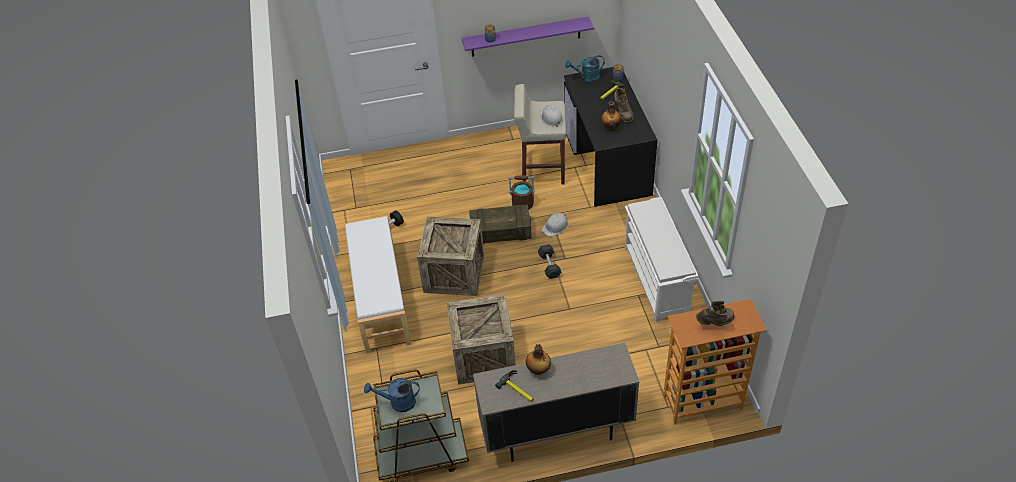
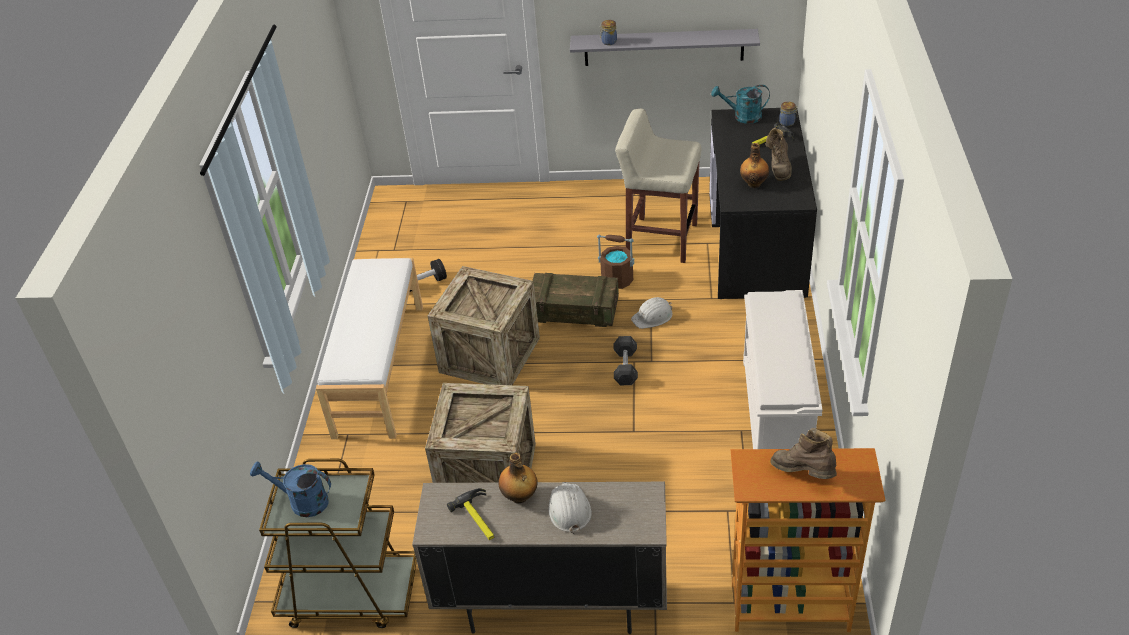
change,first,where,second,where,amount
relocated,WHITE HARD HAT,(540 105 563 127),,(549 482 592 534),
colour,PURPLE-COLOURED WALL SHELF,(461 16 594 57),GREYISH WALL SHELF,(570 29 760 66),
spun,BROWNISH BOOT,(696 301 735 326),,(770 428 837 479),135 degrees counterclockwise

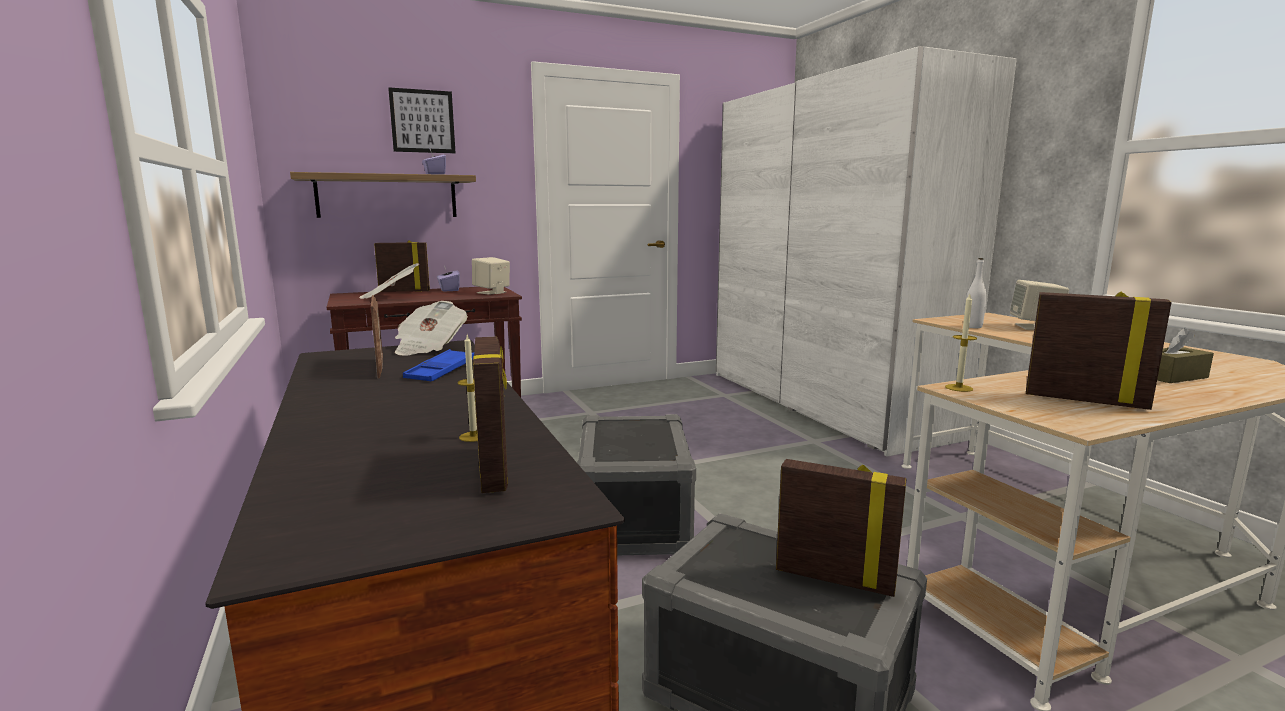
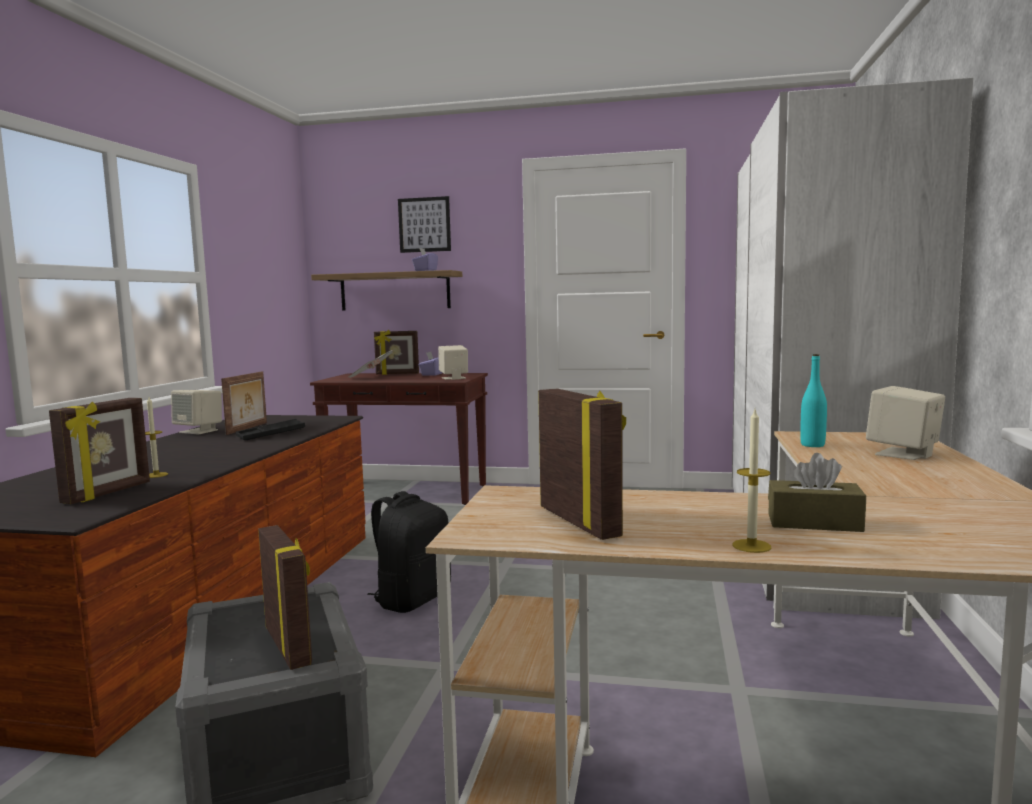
change,first,where,second,where,amount
missing,NEWSPAPER,(395 301 467 356),,,
appeared,,,BEIGE-COLOURED SPEAKER,(171 390 222 434),
relocated,WAX LIGHT,(945 294 977 392),,(733 409 771 553),
exchanged,GREYISH STORAGE BOX,(577 414 696 555),BLACK-COLOURED BACKPACK,(367 491 451 613),
colour,BLUE TRAY,(403 349 474 381),BLACK-COLOURED TRAY,(236 419 305 440),
colour,WHITE BOTTLE,(964 258 987 328),TURQUOISE BOTTLE,(800 354 827 447),
spun,PHOTO FRAME,(374 240 430 292),,(374 330 419 375),150 degrees clockwise

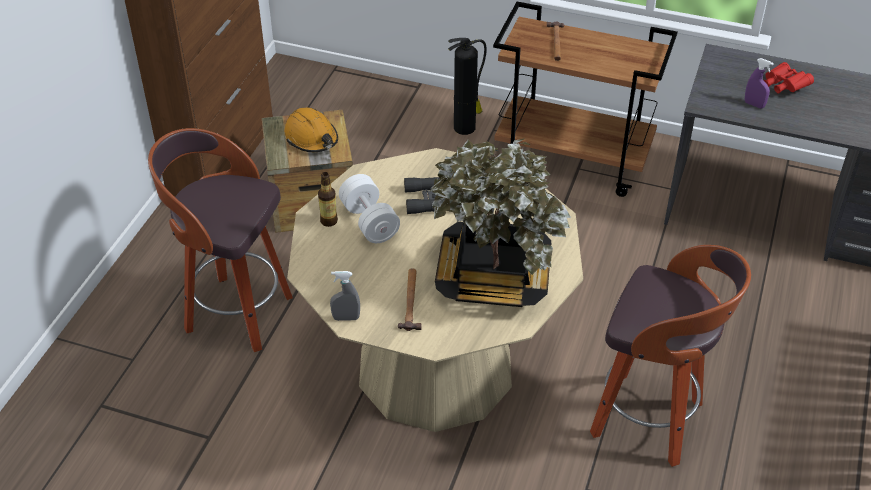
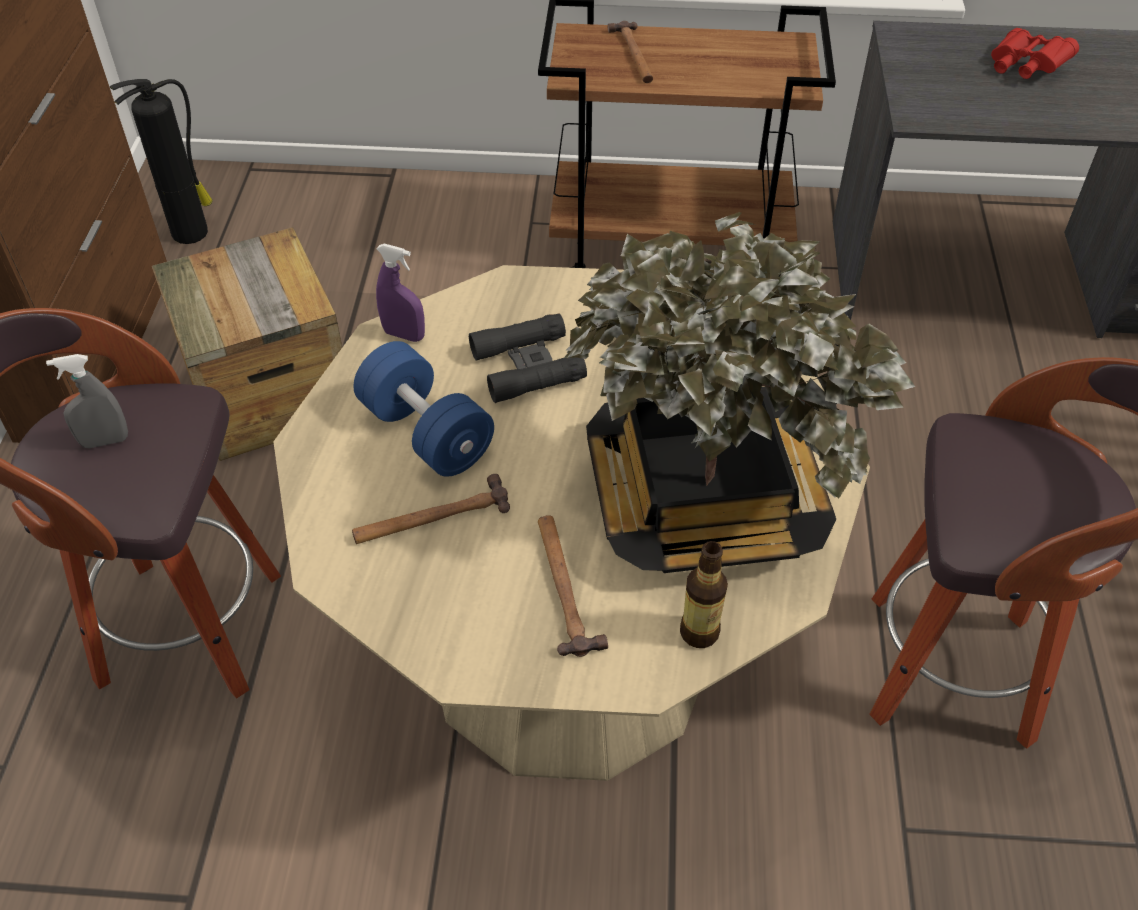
change,first,where,second,where,amount
missing,ORANGEY HARD HAT,(284 108 338 152),,,
appeared,,,HAMMER,(352 474 510 544),
relocated,BOTTLE,(318 172 338 227),,(680 541 728 648),
relocated,GREYISH SPRAYER,(330 271 360 321),,(46 354 128 448),
relocated,EXTINGUISHER,(448 38 487 135),,(110 79 213 244),
relocated,PURPLE-COLOURED SPRAYER,(745 58 774 108),,(376 243 425 342),
colour,WHITE FREE WEIGHT,(339 174 400 243),BLUE FREE WEIGHT,(353 341 494 477),

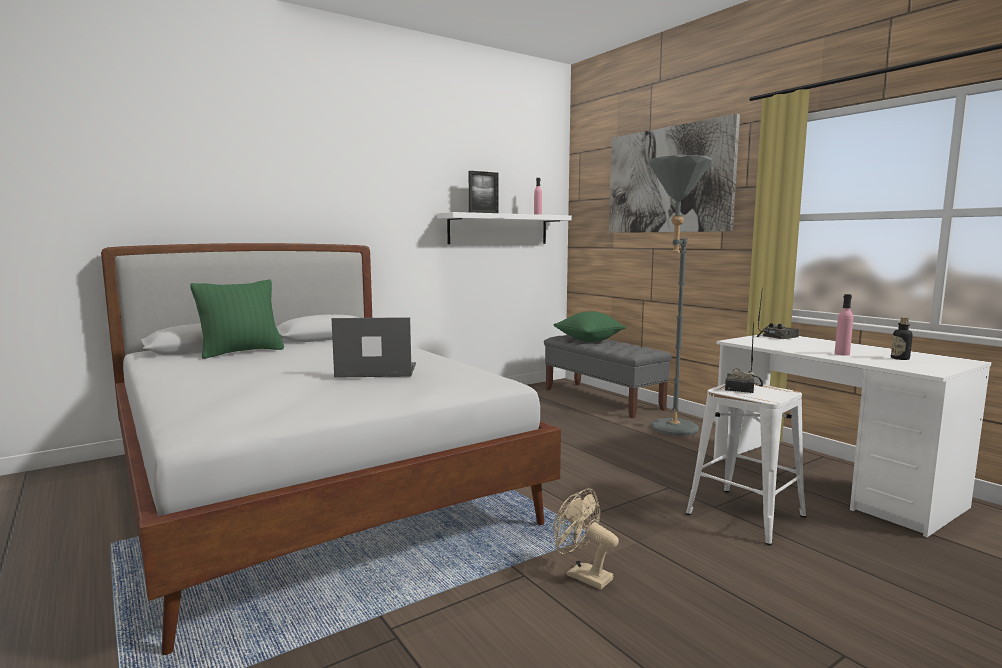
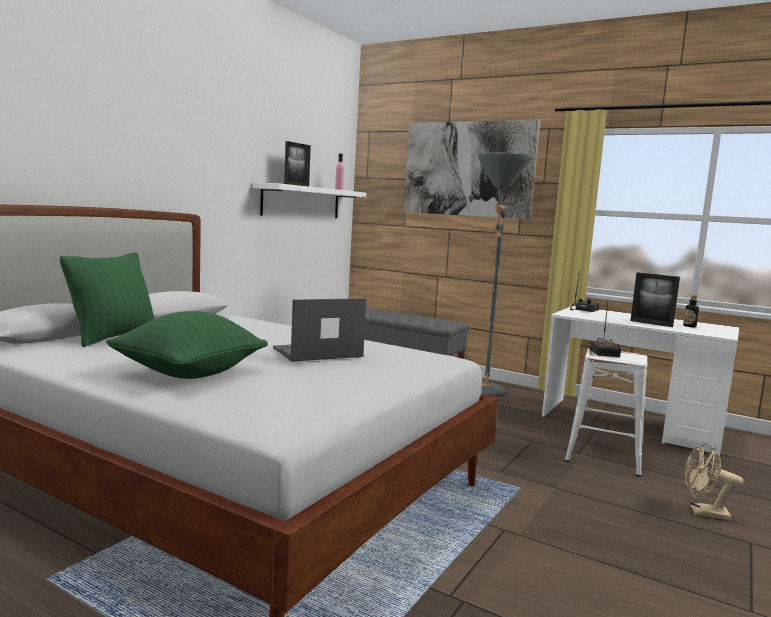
change,first,where,second,where,amount
relocated,GREENISH PILLOW,(553 311 626 342),,(106 311 268 379),
relocated,BEIGE-COLOURED COOLING FAN,(553 489 619 590),,(684 442 743 521),
exchanged,PINK BOTTLE,(835 294 853 356),PHOTO FRAME,(630 272 680 327),

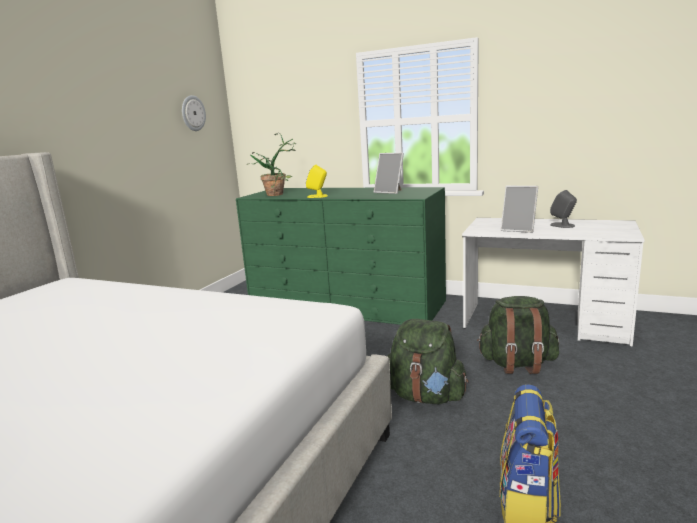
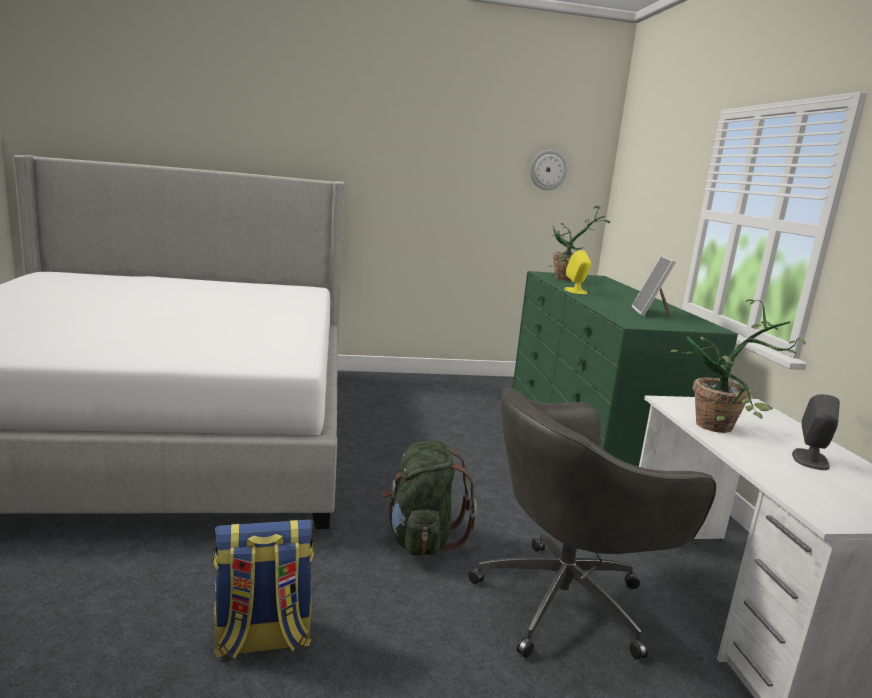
change,first,where,second,where,amount
exchanged,GREENISH BACKPACK,(477 296 559 374),GREYISH OFFICE CHAIR,(468 388 716 659),
exchanged,PHOTO FRAME,(501 186 538 233),POTTED PLANT,(671 299 806 433),

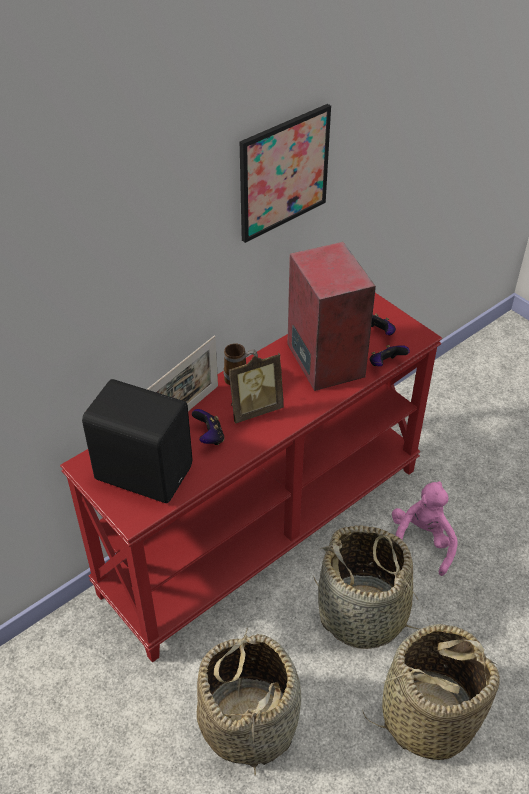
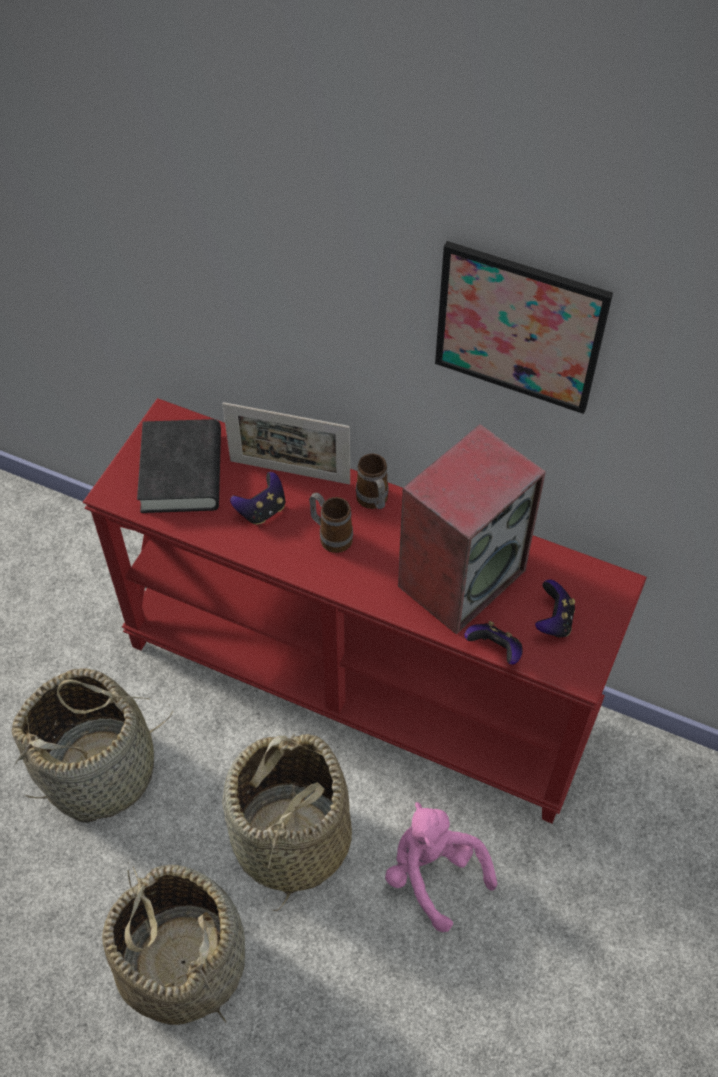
change,first,where,second,where,amount
exchanged,BLACK-COLOURED SPEAKER,(82 379 193 503),BLACK-COLOURED VOLUME,(137 419 221 513),
exchanged,PHOTO FRAME,(228 353 284 423),MUG,(309 493 353 553),
spun,PINK CUDDLY TOY,(392 481 458 576),,(385 802 497 932),120 degrees counterclockwise

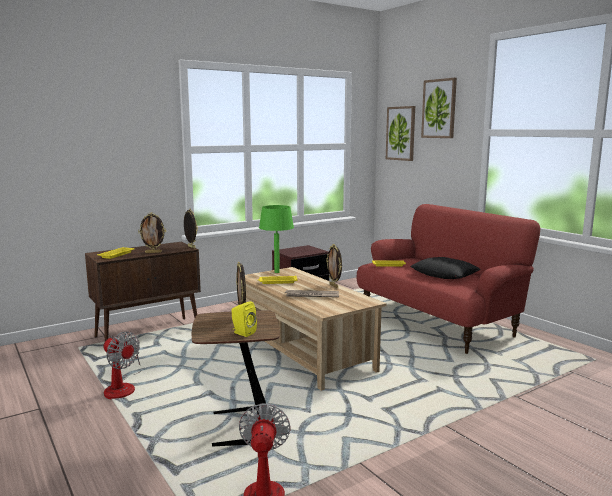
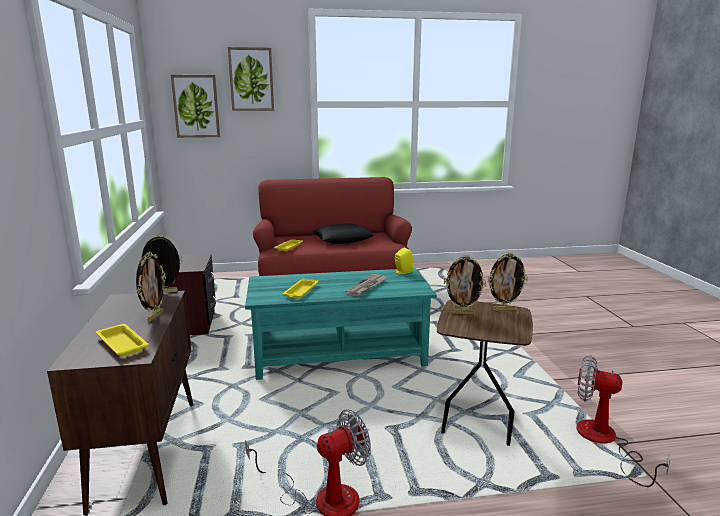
change,first,where,second,where,amount
missing,GREENISH TABLETOP LAMP,(259 205 294 273),,,
relocated,YELLOW-COLOURED SPEAKER,(232 301 257 337),,(395 248 413 274),
relocated,PHOTO FRAME,(326 244 342 288),,(487 252 528 311),
colour,BEIGE-COLOURED LOW TABLE,(245 267 387 391),TURQUOISE LOW TABLE,(245 268 437 380),

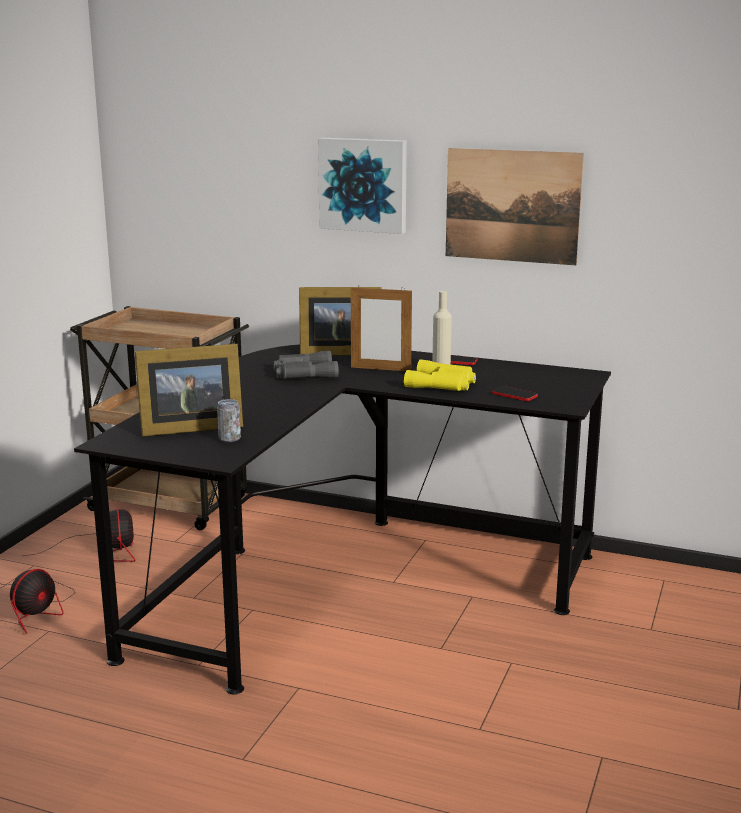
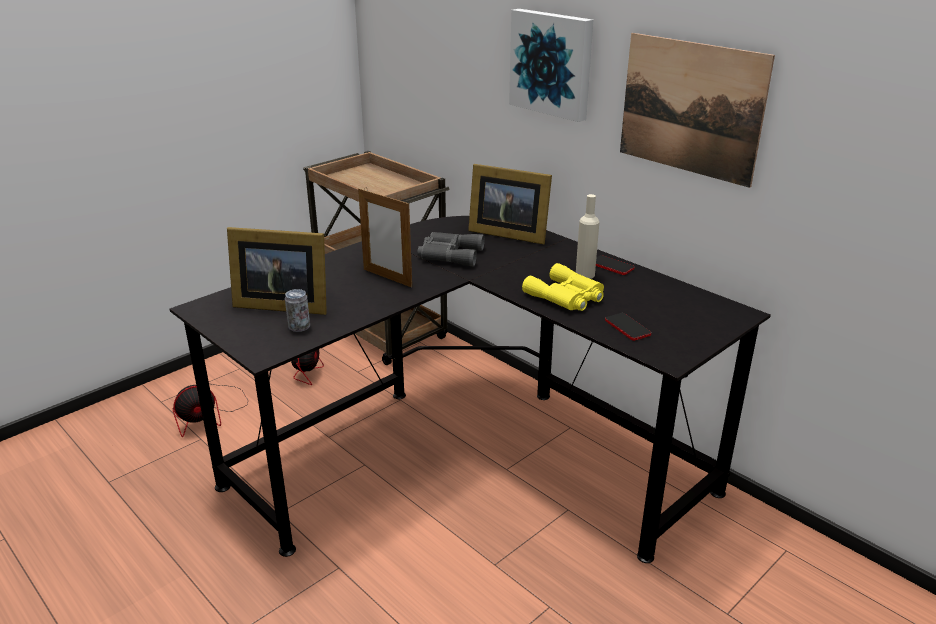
change,first,where,second,where,amount
relocated,PHOTO FRAME,(351 285 412 371),,(358 187 412 288),

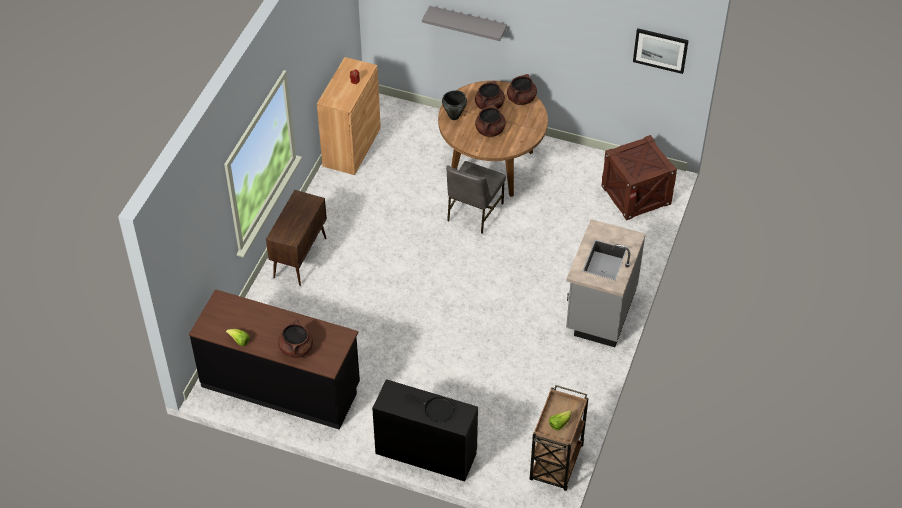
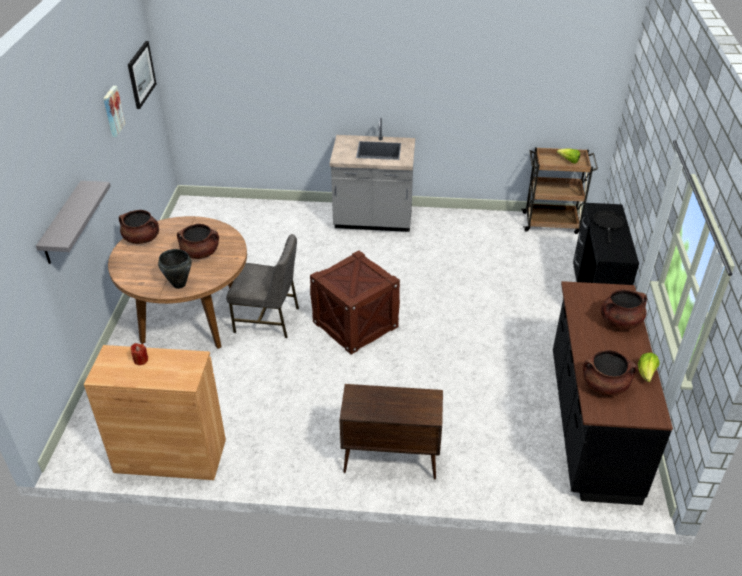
change,first,where,second,where,amount
appeared,,,WALL ART,(103 86 125 137),
relocated,BROWNISH STOCKPOT,(475 80 505 110),,(583 350 637 396),
relocated,CRATE,(602 135 677 221),,(310 251 400 355),

